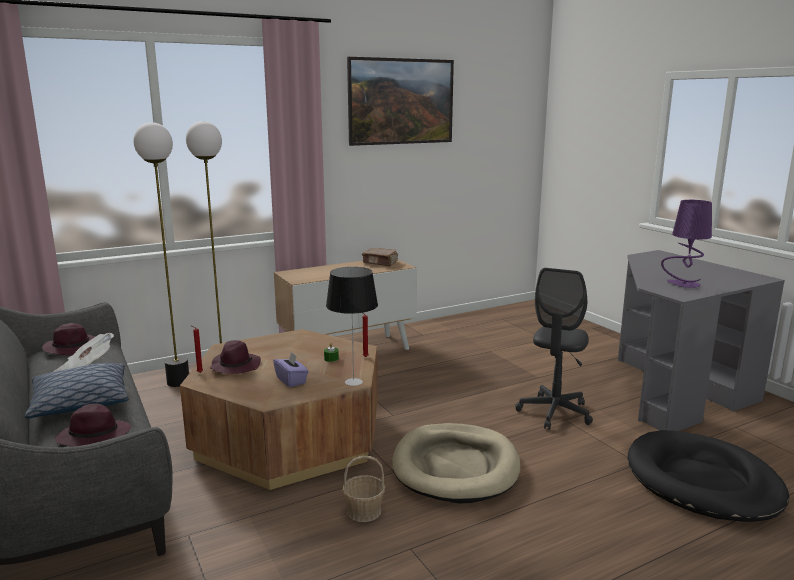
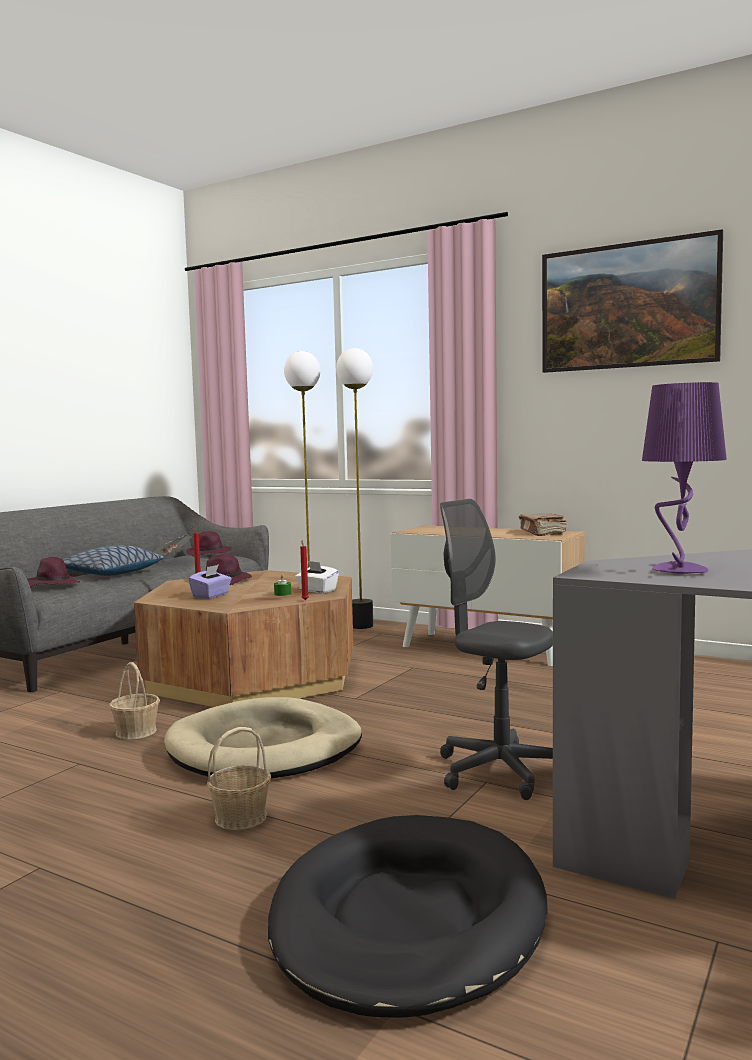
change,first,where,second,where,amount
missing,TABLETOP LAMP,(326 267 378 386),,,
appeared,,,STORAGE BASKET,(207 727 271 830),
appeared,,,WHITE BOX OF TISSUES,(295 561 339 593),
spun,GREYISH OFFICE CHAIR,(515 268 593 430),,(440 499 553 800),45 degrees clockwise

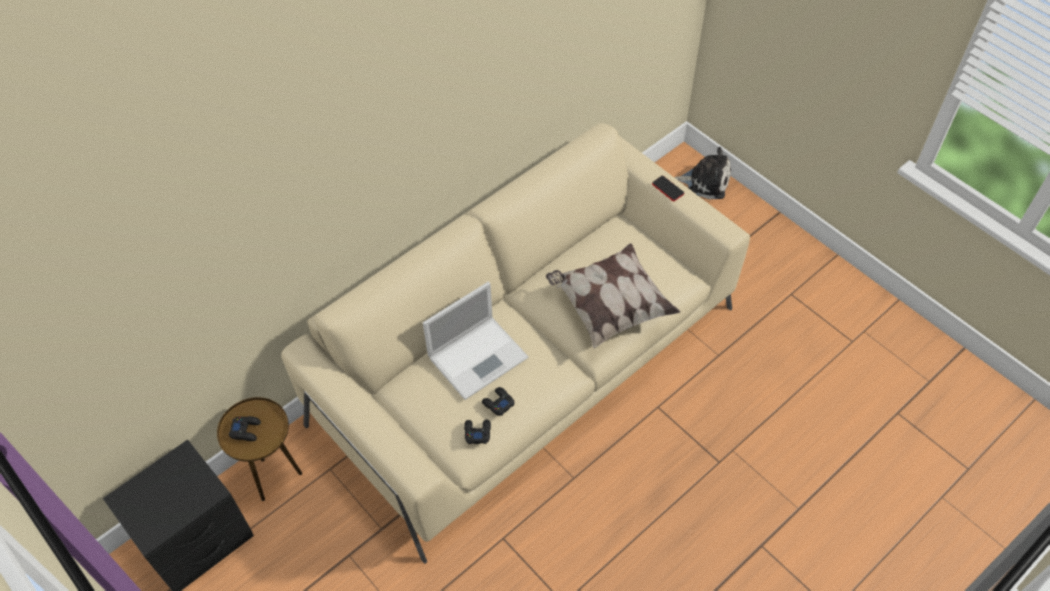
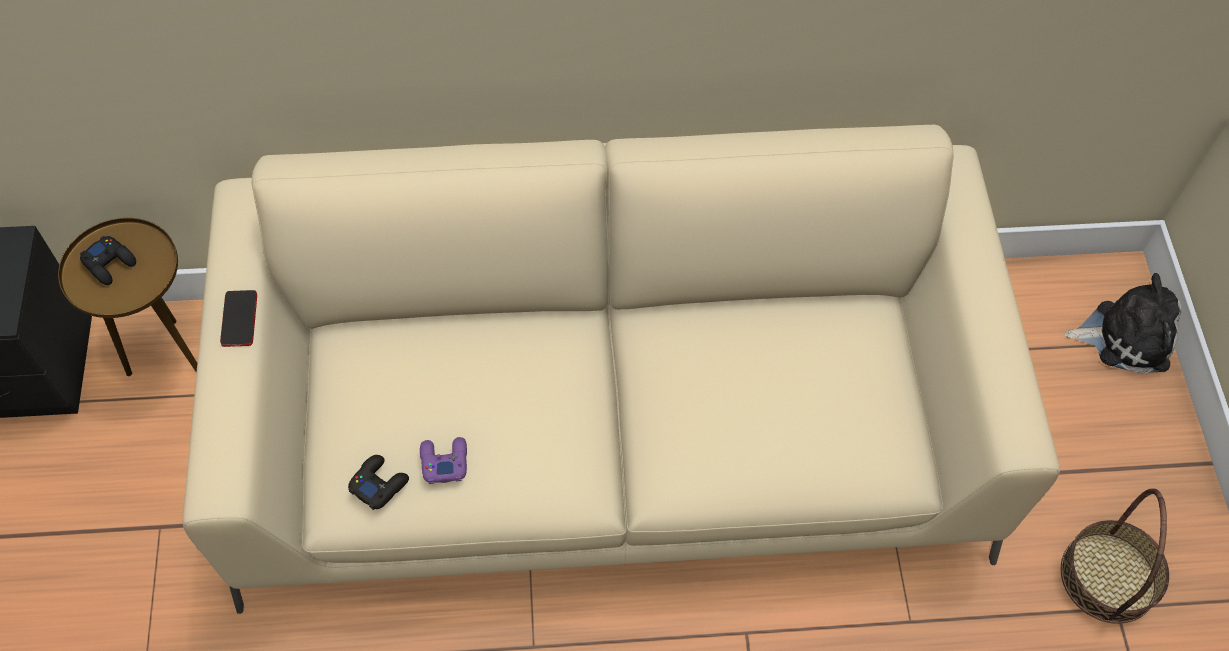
change,first,where,second,where,amount
missing,LAPTOP,(423 282 529 400),,,
missing,PILLOW,(546 243 680 348),,,
appeared,,,STORAGE BASKET,(1061 488 1169 624),
relocated,TELEPHONE,(652 176 684 201),,(220 290 257 347),
colour,BLACK-COLOURED JOYPAD,(482 387 514 416),PURPLE-COLOURED JOYPAD,(420 437 467 484),
spun,CUDDLY TOY,(674 147 731 199),,(1064 273 1181 374),45 degrees counterclockwise

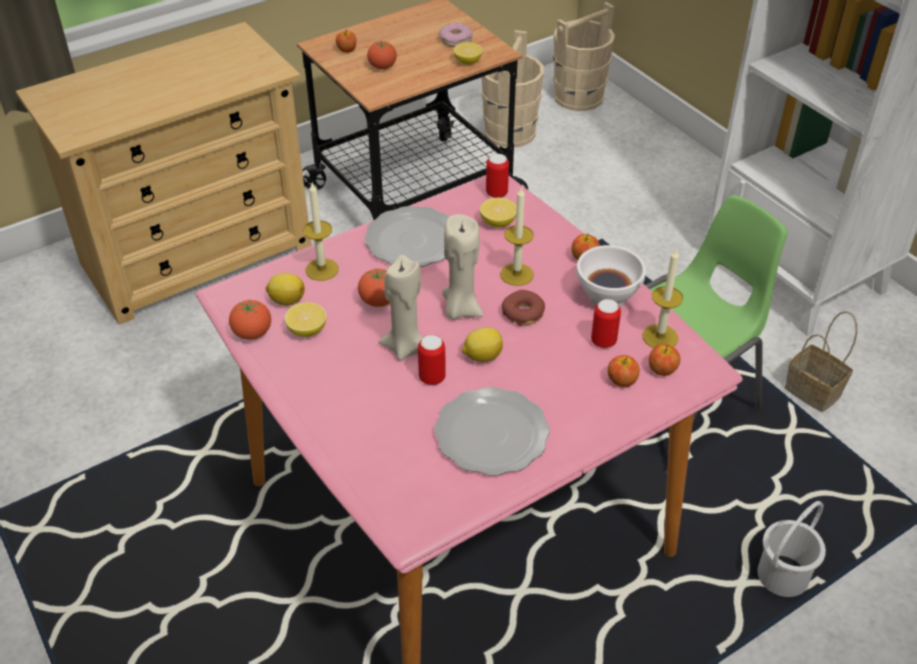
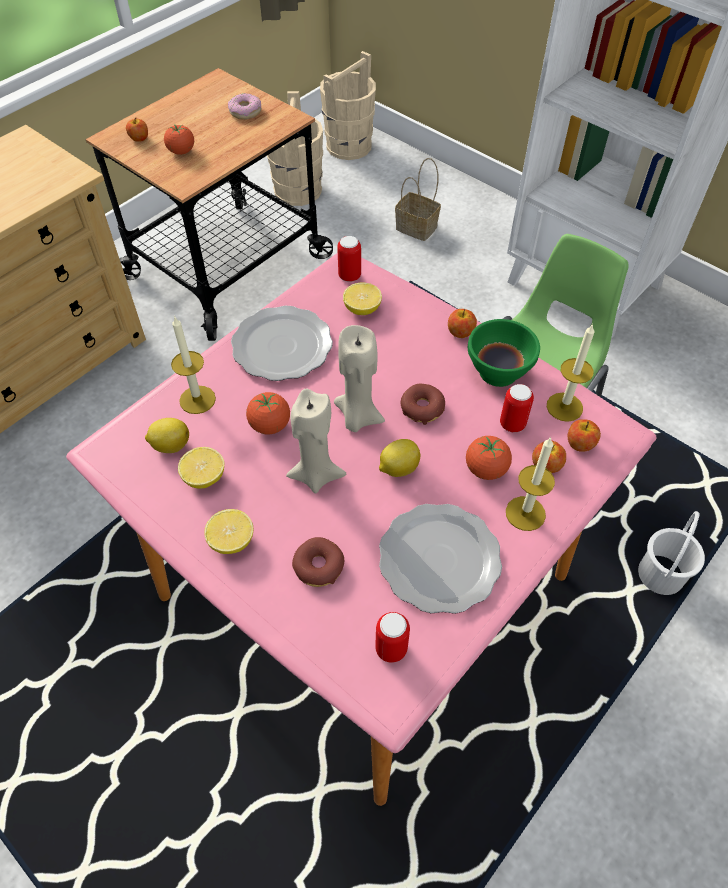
change,first,where,second,where,amount
appeared,,,DOUGHNUT,(292 537 344 587),
relocated,FRESH TOMATO,(229 300 271 340),,(466 436 512 480),
relocated,SEALED CAN,(418 335 446 385),,(375 612 410 663),
relocated,LEMON,(454 42 483 65),,(204 509 253 554),
relocated,WAX LIGHT,(500 186 534 286),,(506 437 555 531),
relocated,STORAGE BASKET,(784 311 857 412),,(395 158 441 241),
colour,WHITE BOWL,(576 245 646 307),GREENISH BOWL,(468 319 540 387),

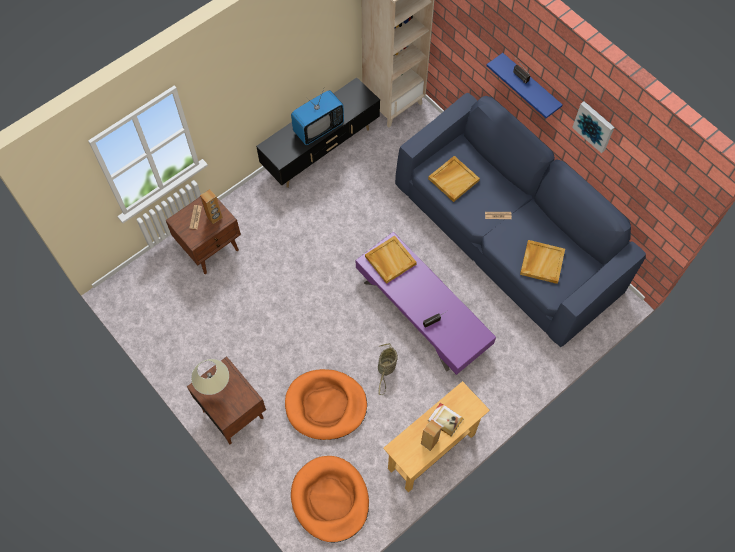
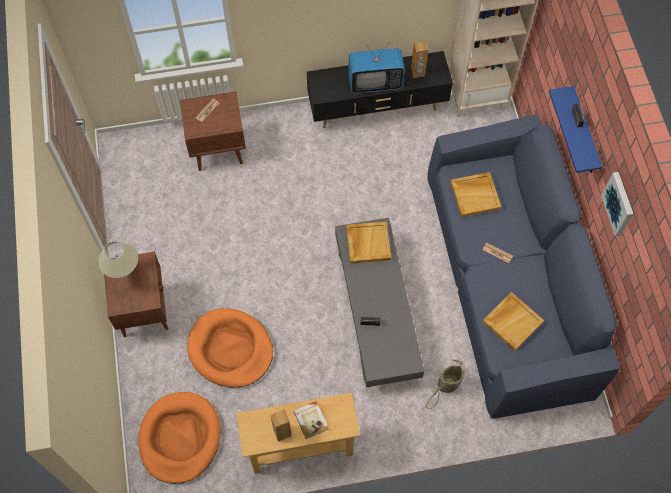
change,first,where,second,where,amount
relocated,BROWNISH SPEAKER,(200 189 222 224),,(411 41 428 78),
relocated,STORAGE BASKET,(378 343 398 395),,(425 359 466 409),
colour,PURPLE-COLOURED LOW TABLE,(356 232 496 375),GREYISH LOW TABLE,(335 218 424 387),

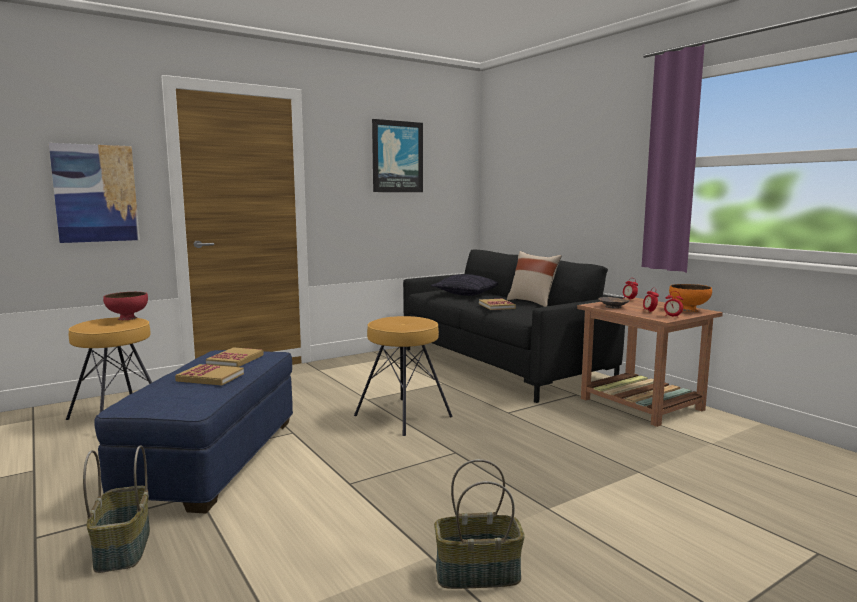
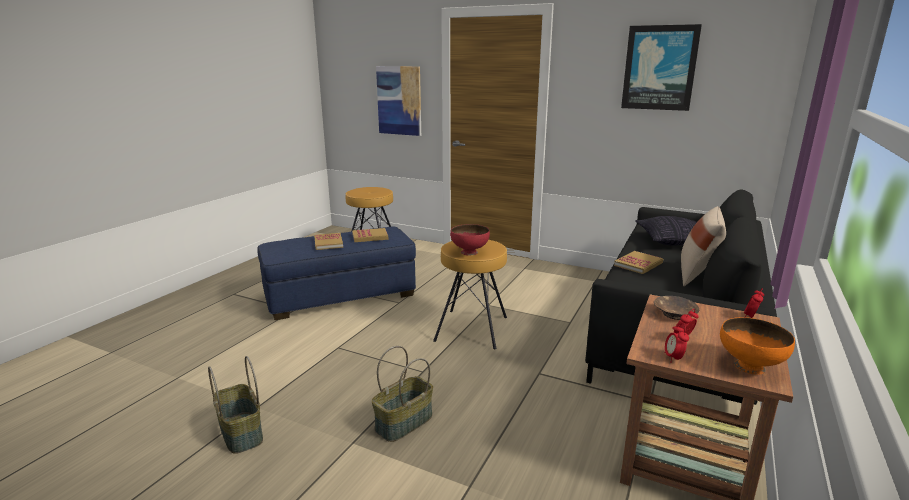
change,first,where,second,where,amount
relocated,STORAGE BASKET,(83 445 150 573),,(371 346 433 442),
relocated,REDDISH BOWL,(103 292 148 320),,(450 224 490 255),

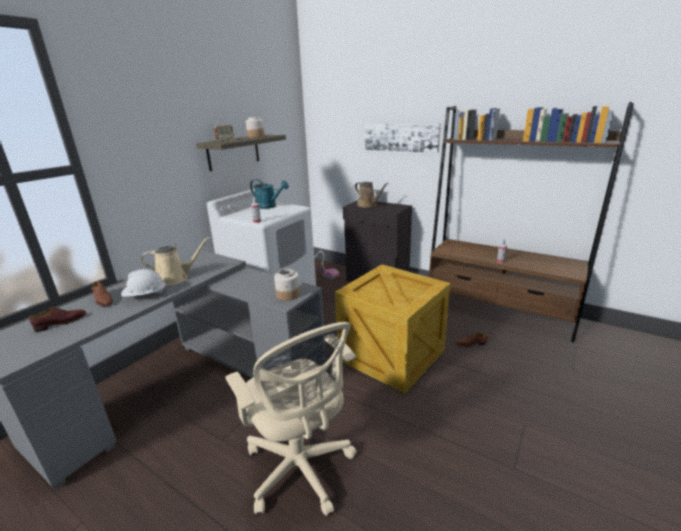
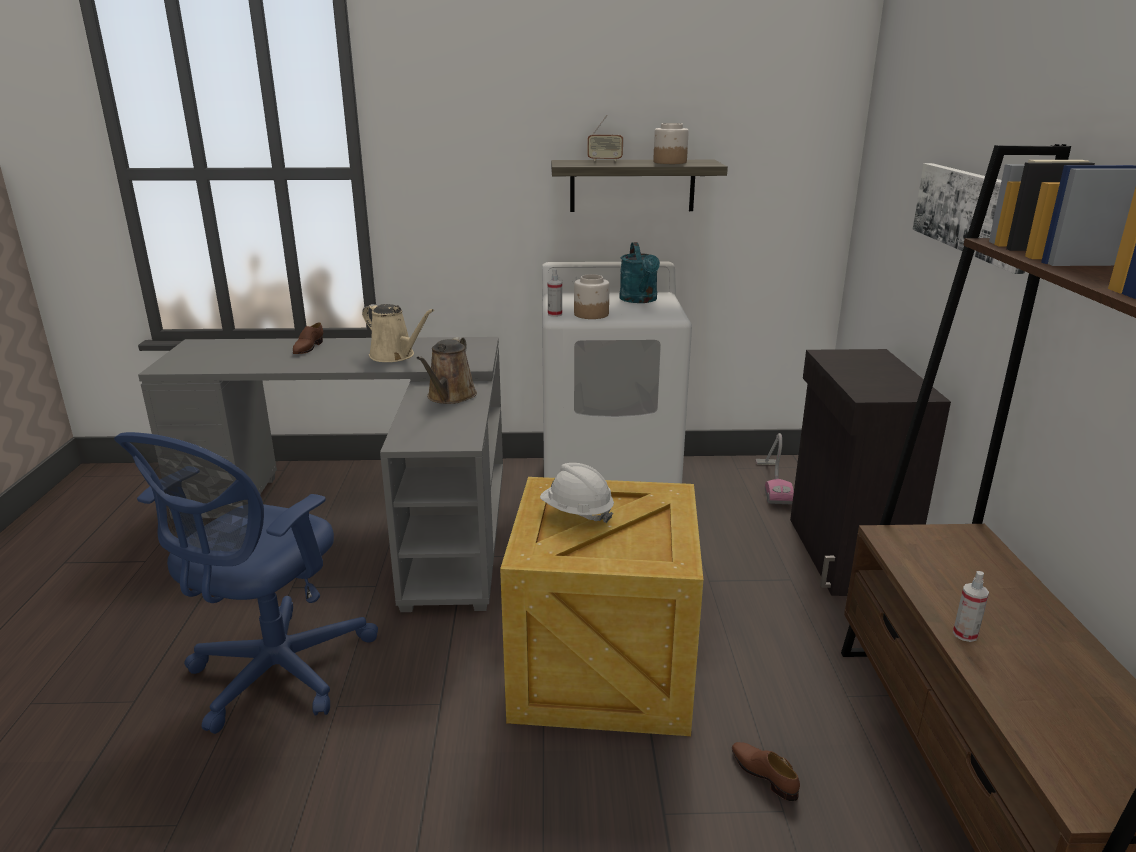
change,first,where,second,where,amount
missing,BROWNISH LOW SHOE,(29 307 86 332),,,
relocated,WHITE HARD HAT,(121 269 167 297),,(540 463 614 523),
relocated,JAR,(274 269 300 301),,(574 274 610 319),
relocated,BROWNISH WATERING POT,(355 182 389 208),,(417 337 477 404),
colour,BEIGE-COLOURED OFFICE CHAIR,(225 322 357 516),BLUE OFFICE CHAIR,(114 432 378 734),

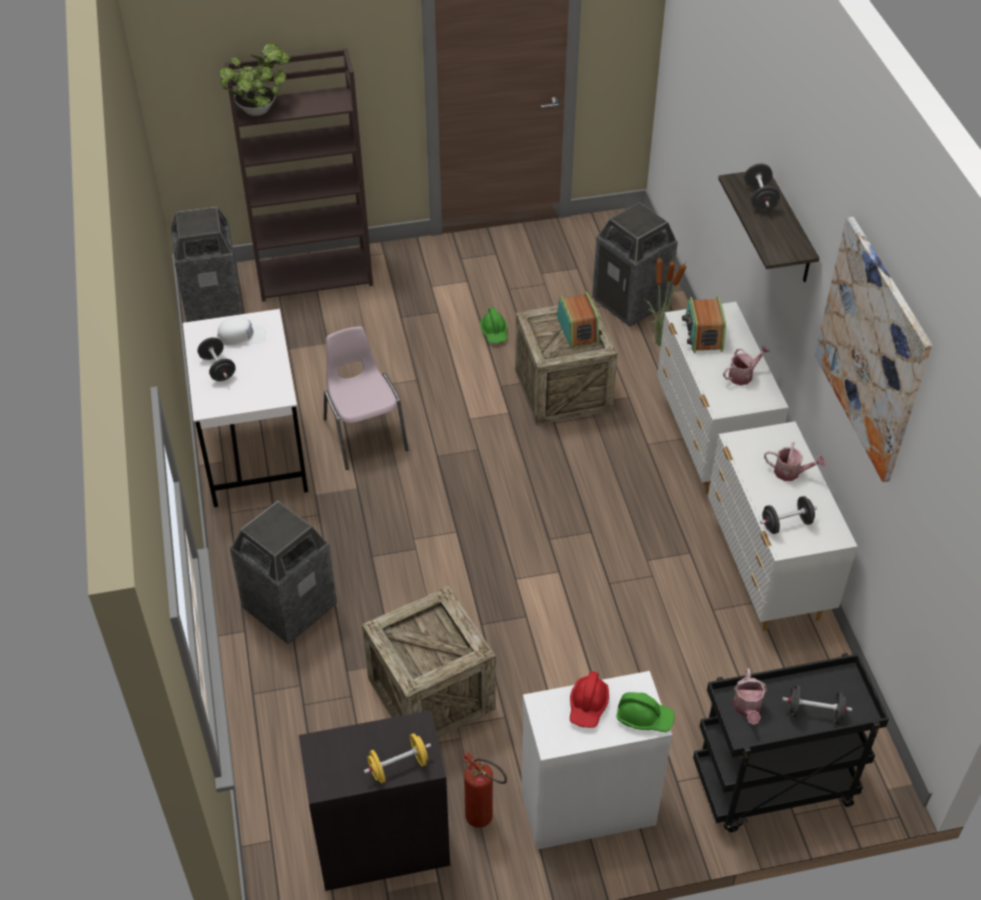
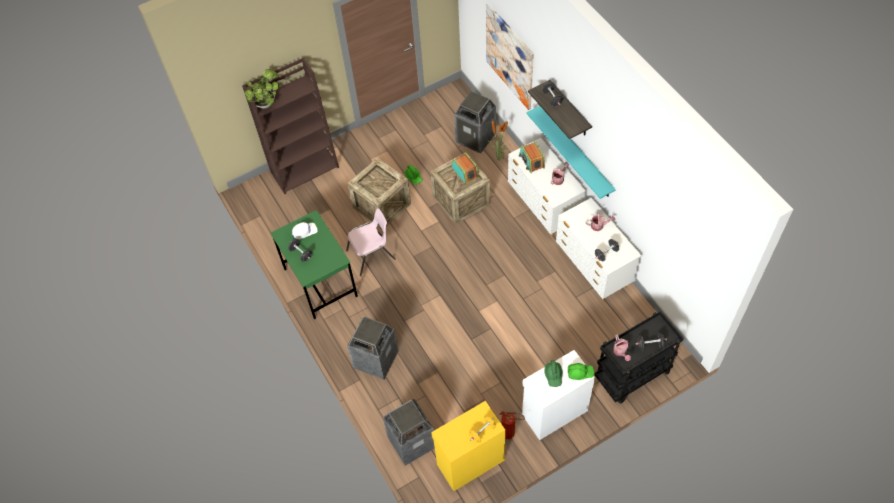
change,first,where,second,where,amount
appeared,,,TURQUOISE WALL SHELF,(526 106 616 199),
relocated,WASTE BIN,(171 207 243 322),,(383 399 435 466),
relocated,CRATE,(362 586 496 737),,(348 157 411 229),
relocated,WALL ART,(815 217 932 482),,(486 4 534 110),
colour,WHITE DESK UNIT,(183 309 308 507),GREENISH DESK UNIT,(270 210 358 319),
colour,BLACK-COLOURED CUPBOARD,(299 710 450 891),YELLOW-COLOURED CUPBOARD,(431 401 505 491),
colour,REDDISH HARD HAT,(570 671 609 728),GREENISH HARD HAT,(545 360 563 387),
spun,PINK UPRIGHT CHAIR,(324 326 408 470),,(346 208 396 276),105 degrees clockwise

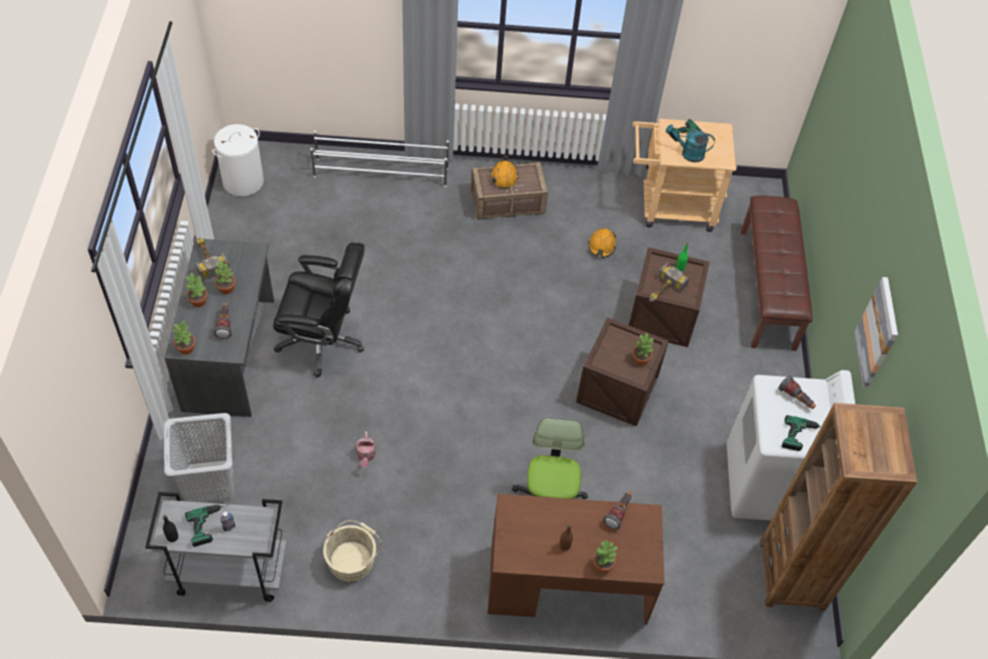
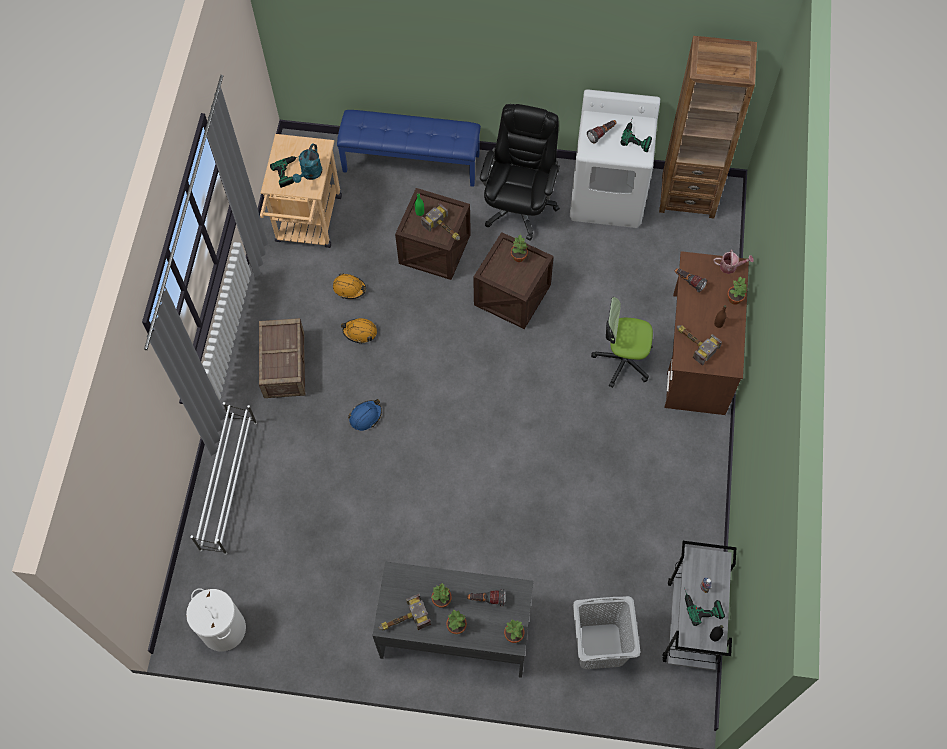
change,first,where,second,where,amount
missing,BEIGE-COLOURED BUCKET,(323 520 381 582),,,
missing,WALL ART,(854 277 898 387),,,
appeared,,,BLUE HARD HAT,(348 399 382 431),
appeared,,,HAMMER,(677 325 722 366),
relocated,BLACK-COLOURED OFFICE CHAIR,(273 242 365 378),,(480 104 560 241),
relocated,WATERING POT,(355 431 376 468),,(713 250 754 274),
relocated,ORANGEY HARD HAT,(490 155 518 189),,(341 318 377 344),
colour,BROWNISH BENCH,(741 196 812 351),BLUE BENCH,(337 110 481 187),

